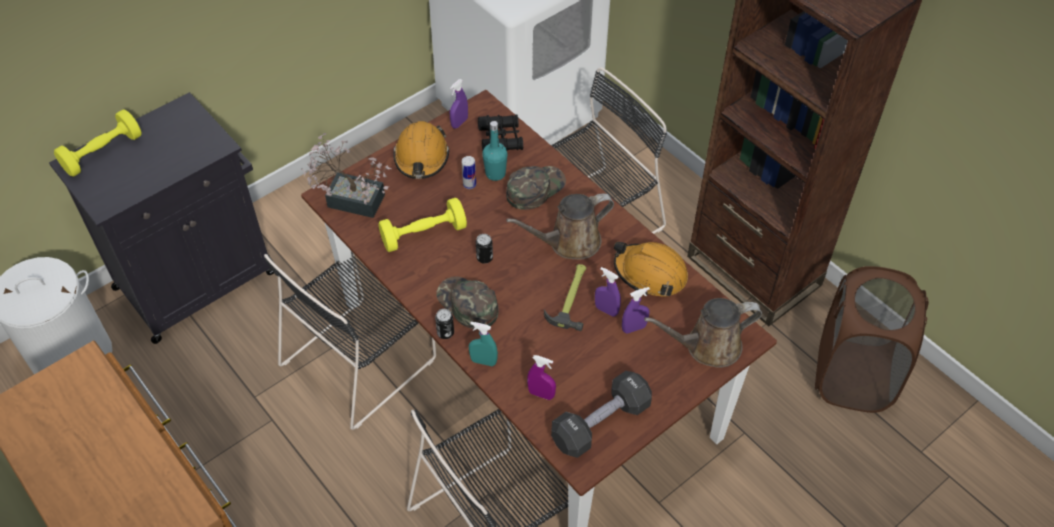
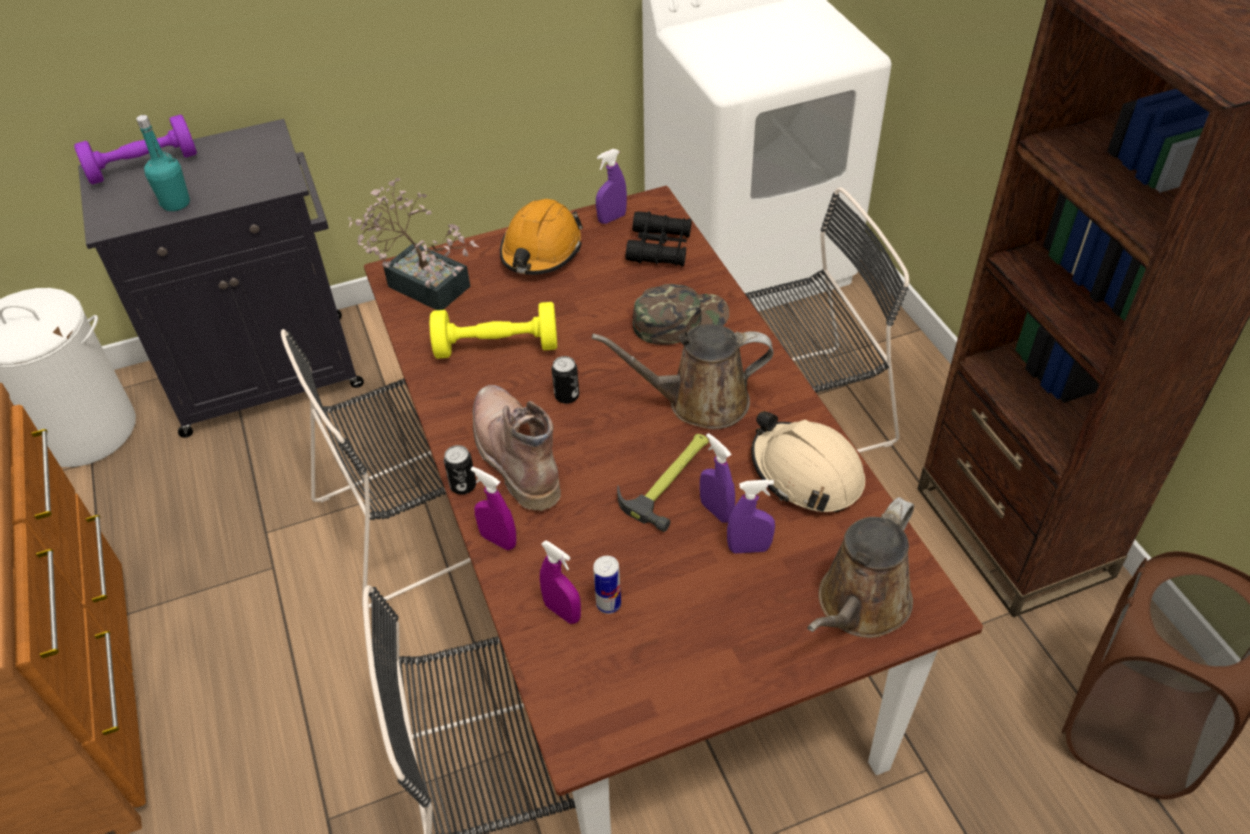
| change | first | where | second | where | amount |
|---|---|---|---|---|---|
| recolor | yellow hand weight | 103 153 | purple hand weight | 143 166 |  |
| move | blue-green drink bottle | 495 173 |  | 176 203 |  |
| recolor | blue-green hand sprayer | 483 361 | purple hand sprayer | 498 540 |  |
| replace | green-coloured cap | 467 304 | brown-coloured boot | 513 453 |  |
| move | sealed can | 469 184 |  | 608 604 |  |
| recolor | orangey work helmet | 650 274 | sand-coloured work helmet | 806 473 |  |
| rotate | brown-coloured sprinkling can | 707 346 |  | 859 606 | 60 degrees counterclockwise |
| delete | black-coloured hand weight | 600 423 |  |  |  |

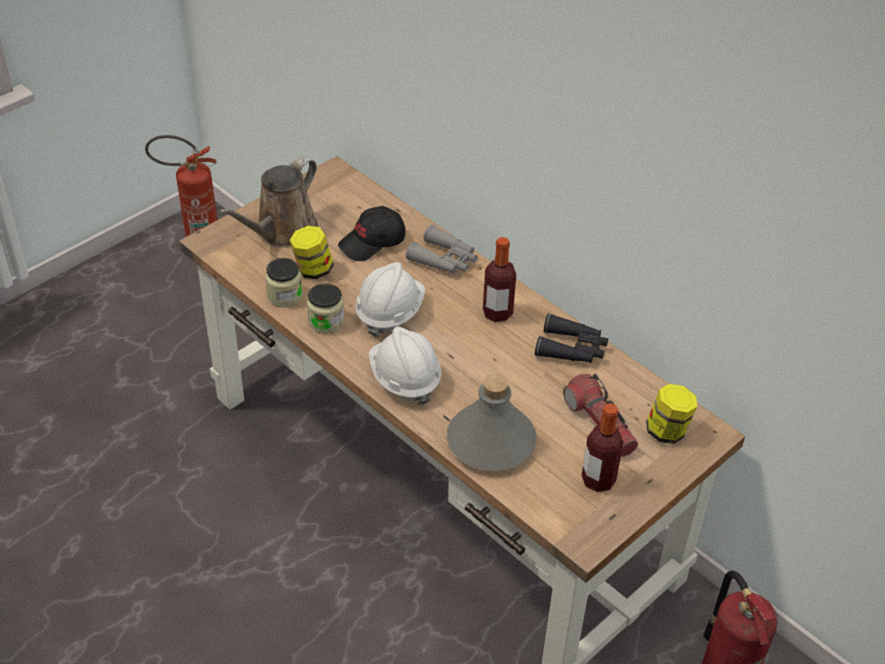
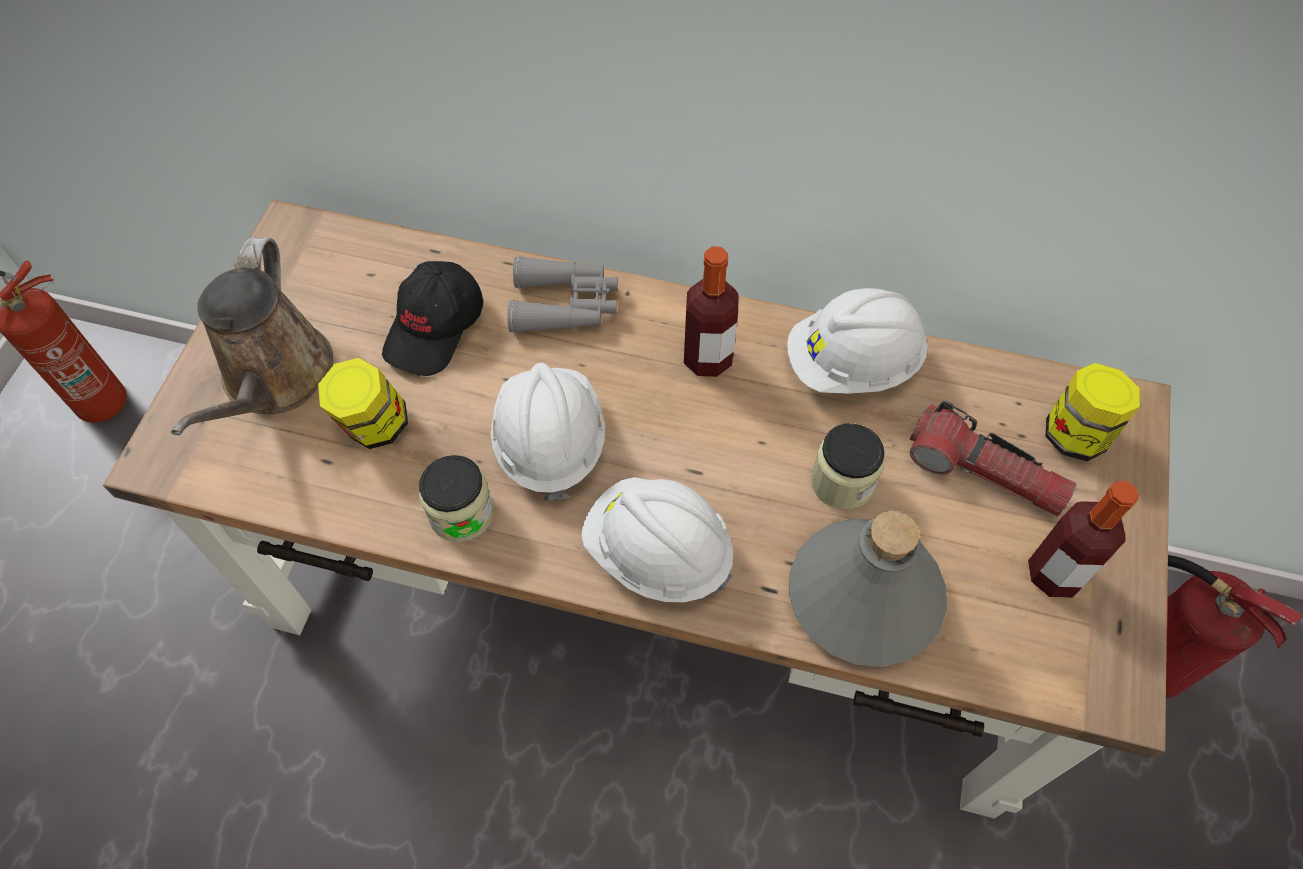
| change | first | where | second | where | amount |
|---|---|---|---|---|---|
| replace | black-coloured field glasses | 572 348 | whitish work helmet | 852 365 |  |
| move | preserve jar | 284 296 |  | 842 482 |  |

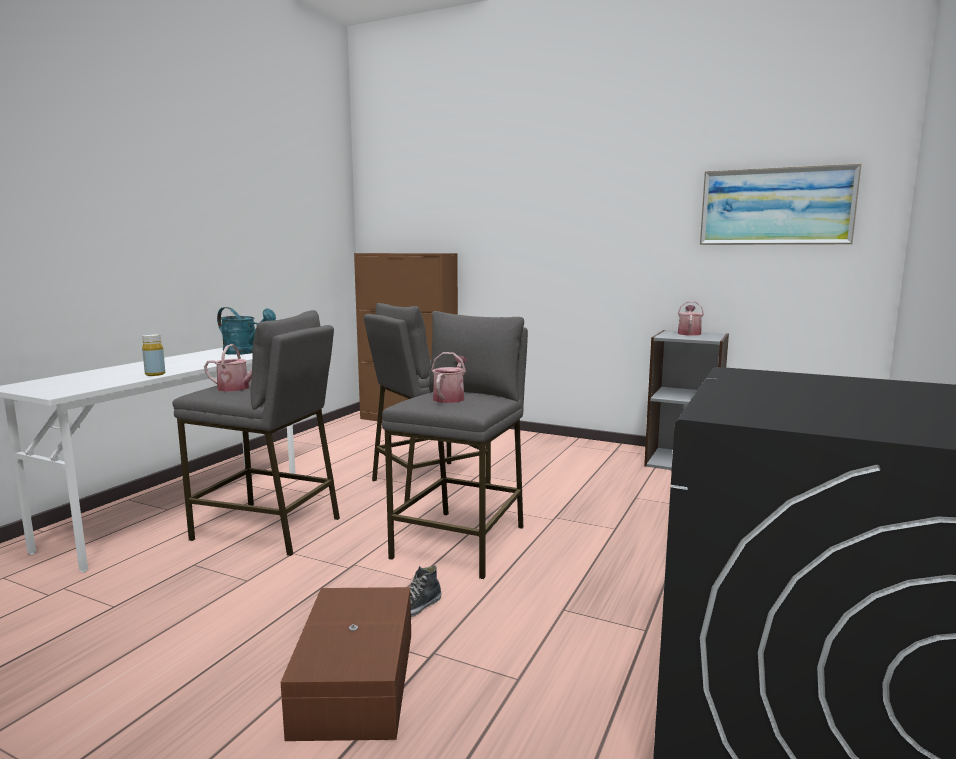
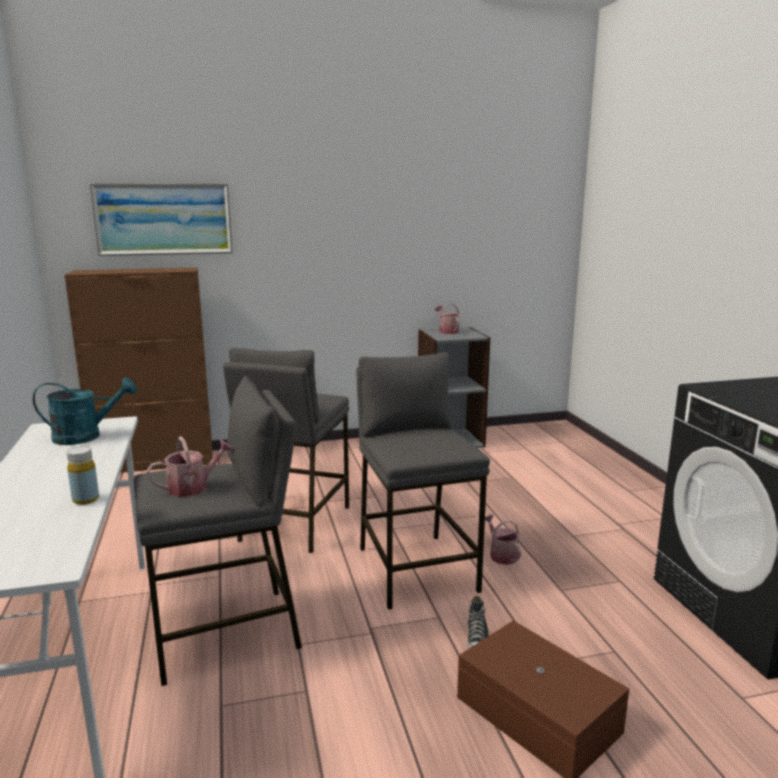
| change | first | where | second | where | amount |
|---|---|---|---|---|---|
| move | picture | 776 206 |  | 164 219 |  |
| move | sprinkling can | 450 398 |  | 501 555 |  |

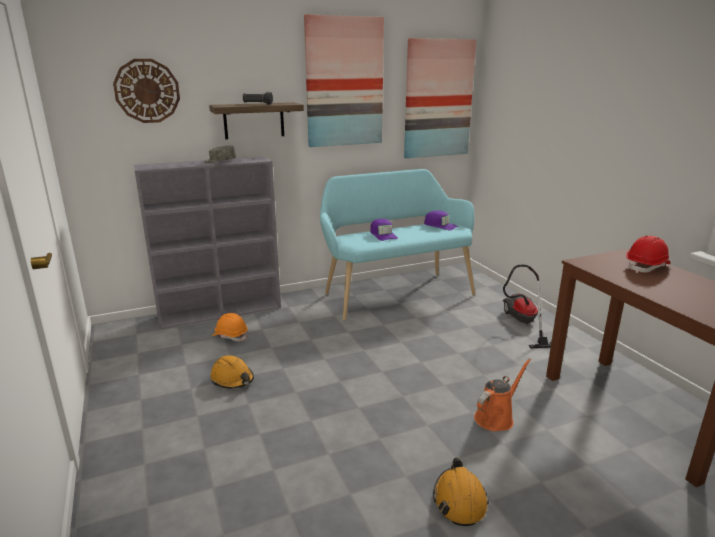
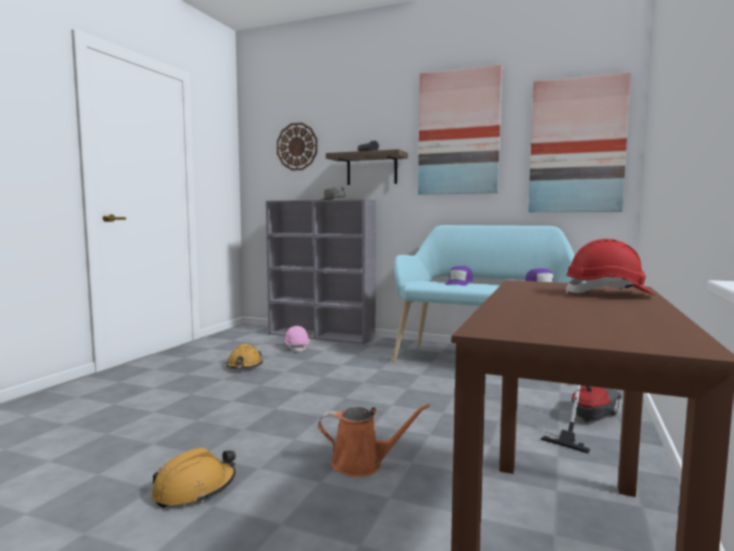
| change | first | where | second | where | amount |
|---|---|---|---|---|---|
| recolor | orangey work helmet | 230 336 | pink-coloured work helmet | 296 347 |  |

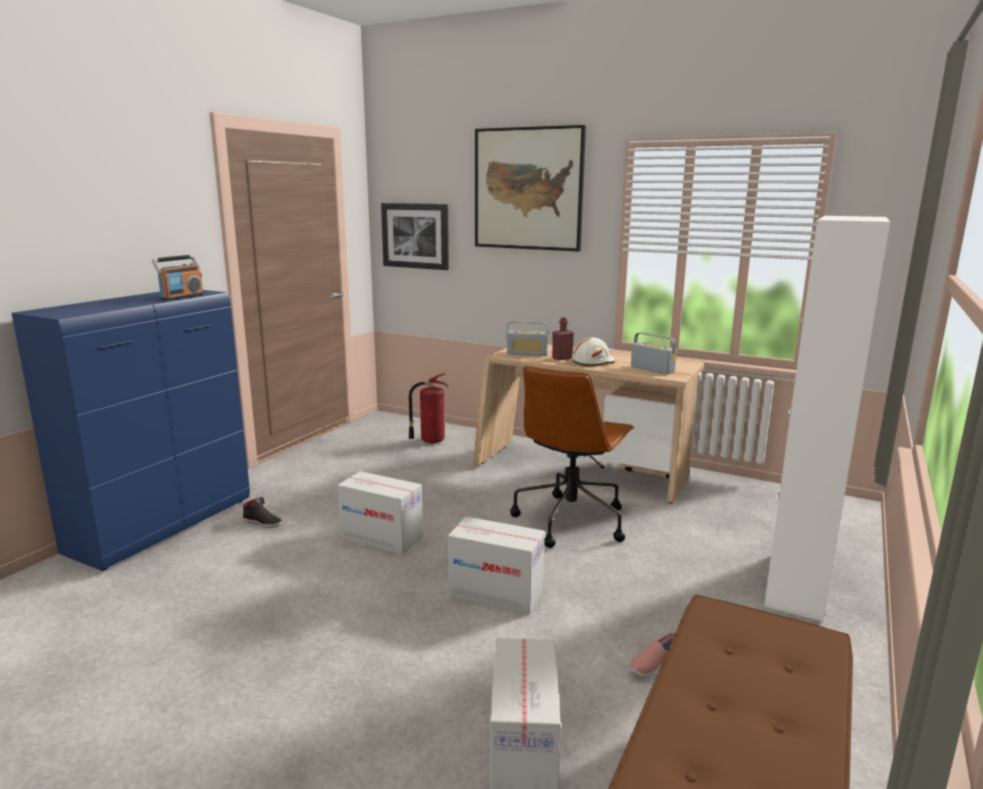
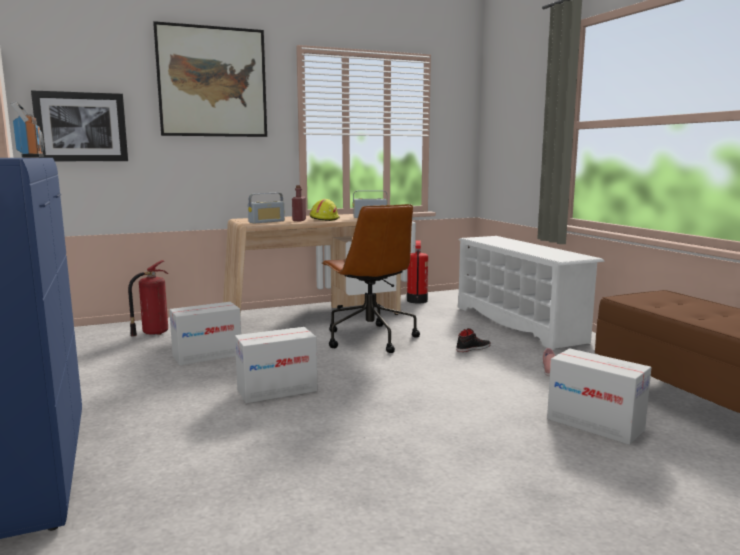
| change | first | where | second | where | amount |
|---|---|---|---|---|---|
| move | cardboard box | 495 593 |  | 207 355 |  |
| recolor | whitish work helmet | 592 362 | yellow work helmet | 324 219 |  |
| insert |  |  | fire-fighting cylinder | 417 300 |  |
| move | black-coloured shoe | 263 522 |  | 473 348 |  |
| replace | whitish cupboard | 798 584 | whitish shoe rack | 520 324 |  |

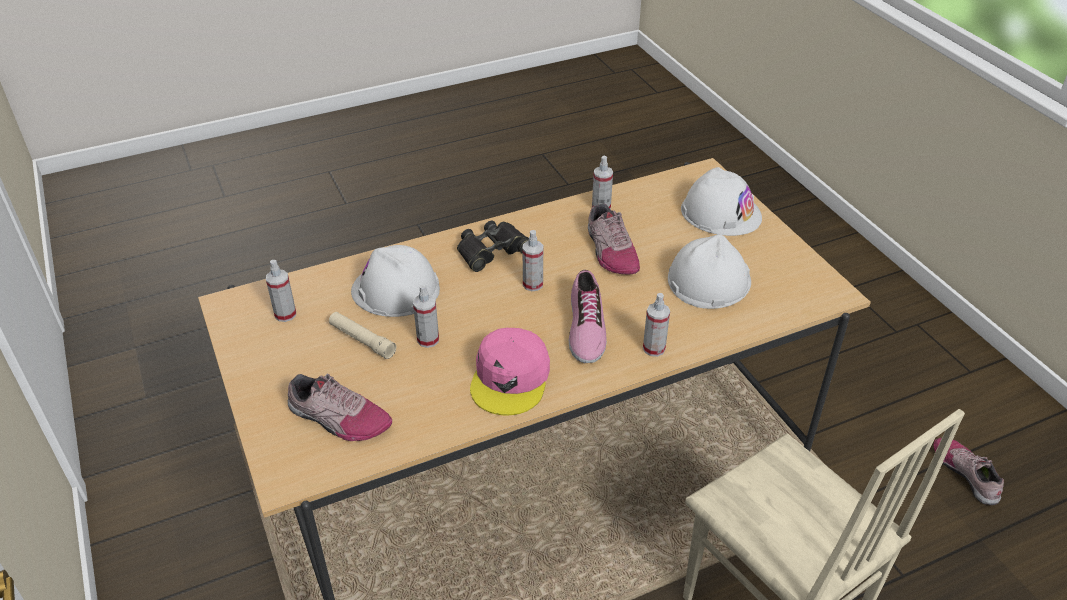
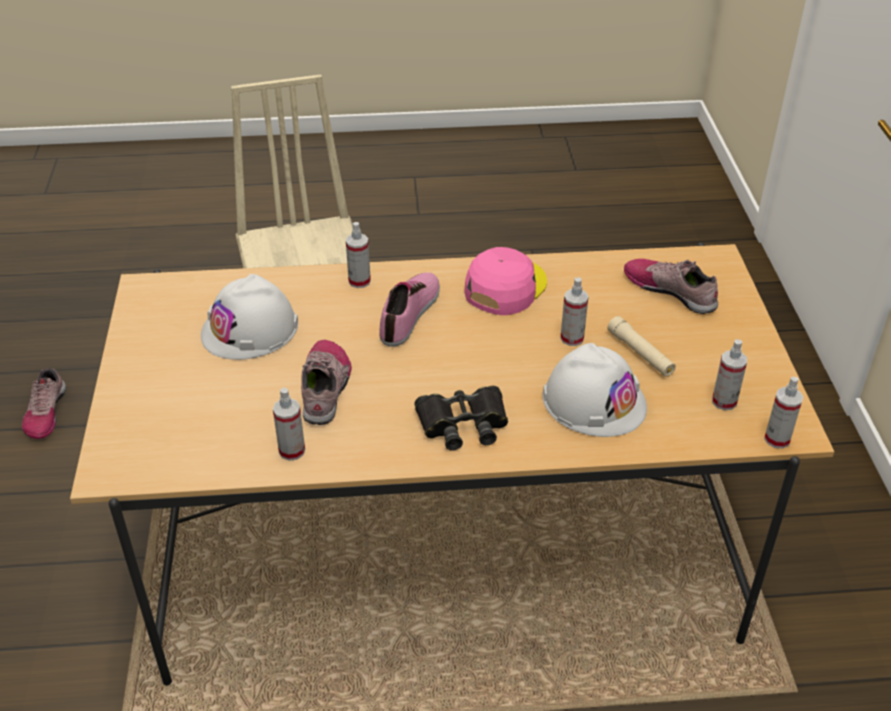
| change | first | where | second | where | amount |
|---|---|---|---|---|---|
| move | hand sprayer | 533 284 |  | 777 439 |  |
| delete | whitish work helmet | 720 213 |  |  |  |

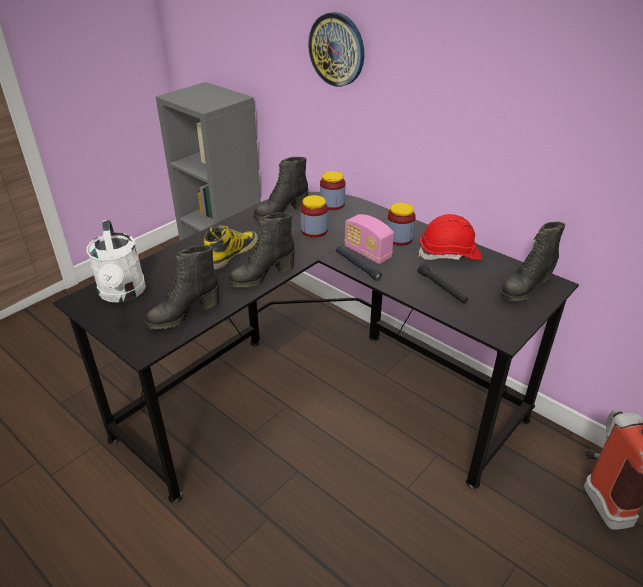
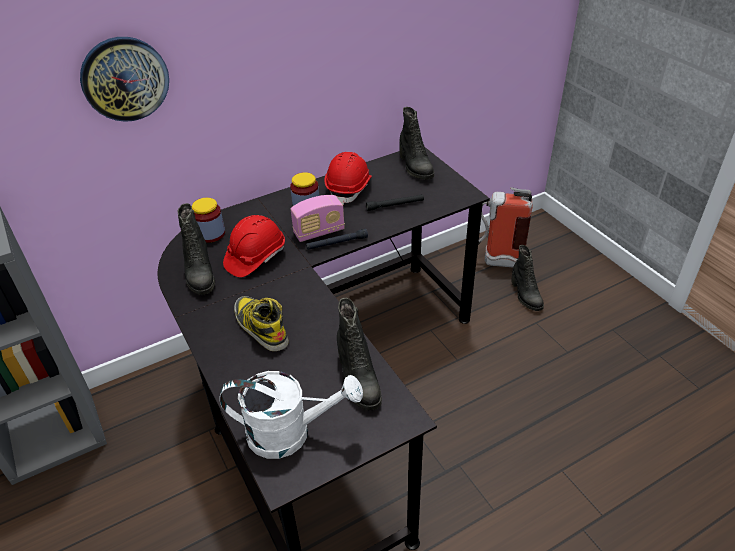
| change | first | where | second | where | amount |
|---|---|---|---|---|---|
| replace | preserve jar | 314 230 | red work helmet | 255 257 |  |
| move | black-coloured boot | 261 276 |  | 525 295 |  |

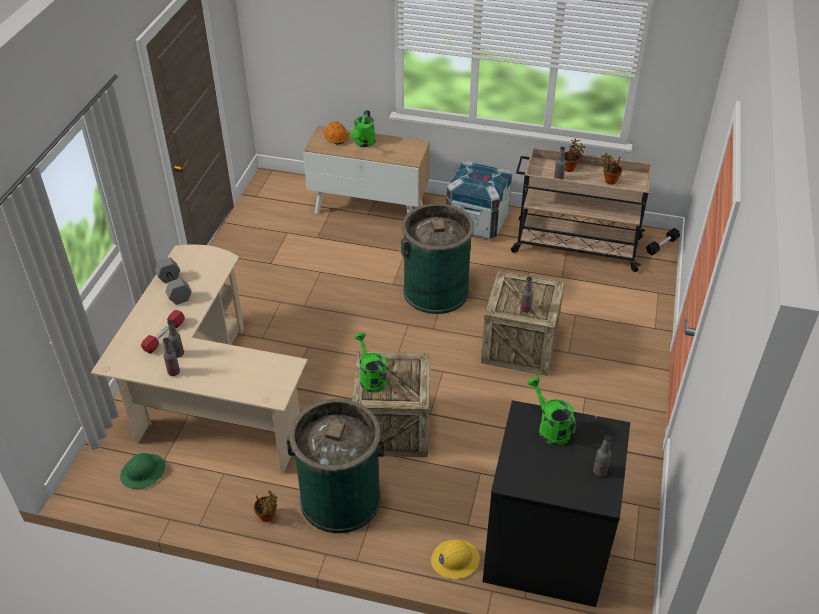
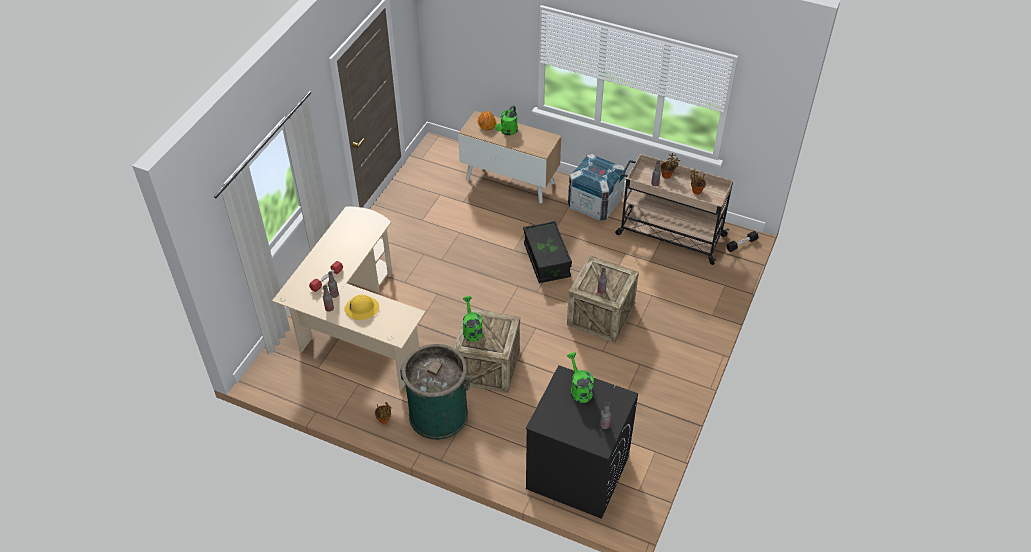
| change | first | where | second | where | amount |
|---|---|---|---|---|---|
| move | yellow work helmet | 455 560 |  | 362 308 |  |
| replace | green-coloured waste bin | 436 291 | black-coloured storage bin | 546 260 |  |
| delete | green-coloured work helmet | 143 472 |  |  |  |
| delete | gray hand weight | 175 288 |  |  |  |

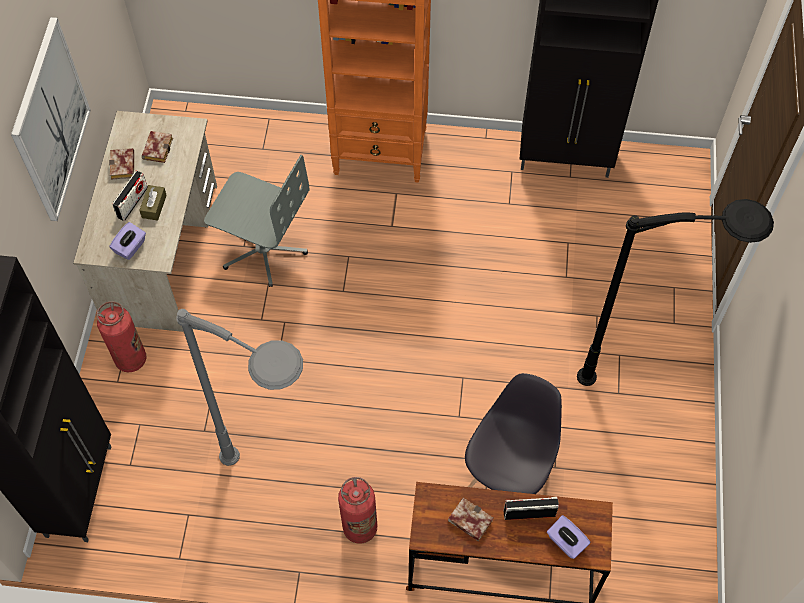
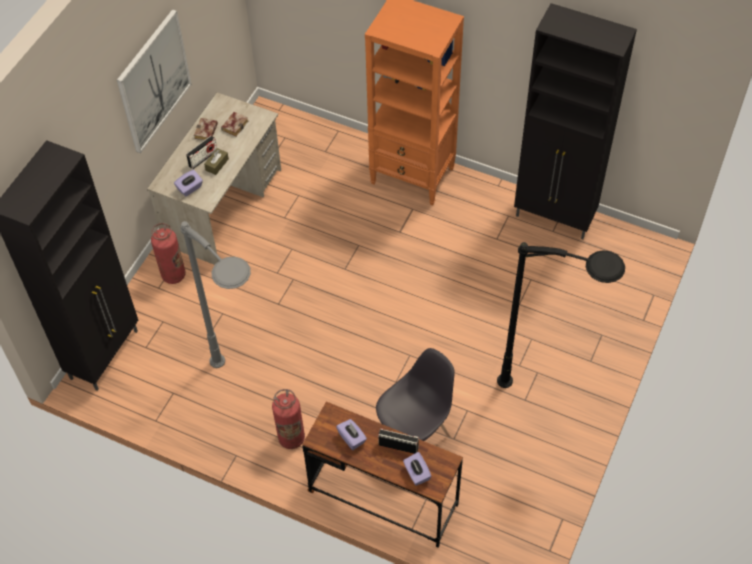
| change | first | where | second | where | amount |
|---|---|---|---|---|---|
| replace | book | 468 521 | purple tissue box | 352 438 |  |
| delete | gray office chair | 263 249 |  |  |  |

